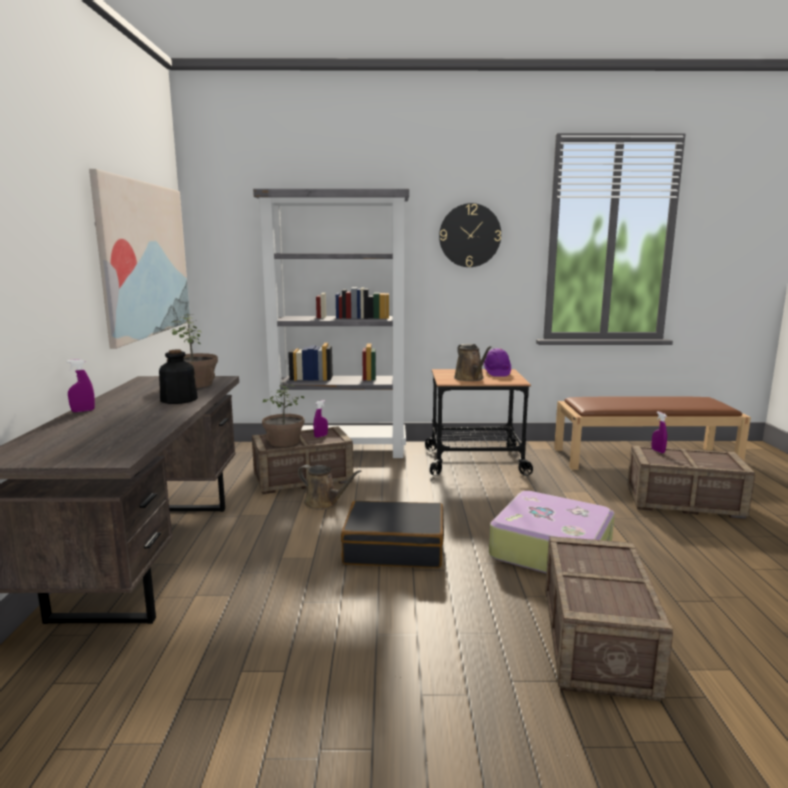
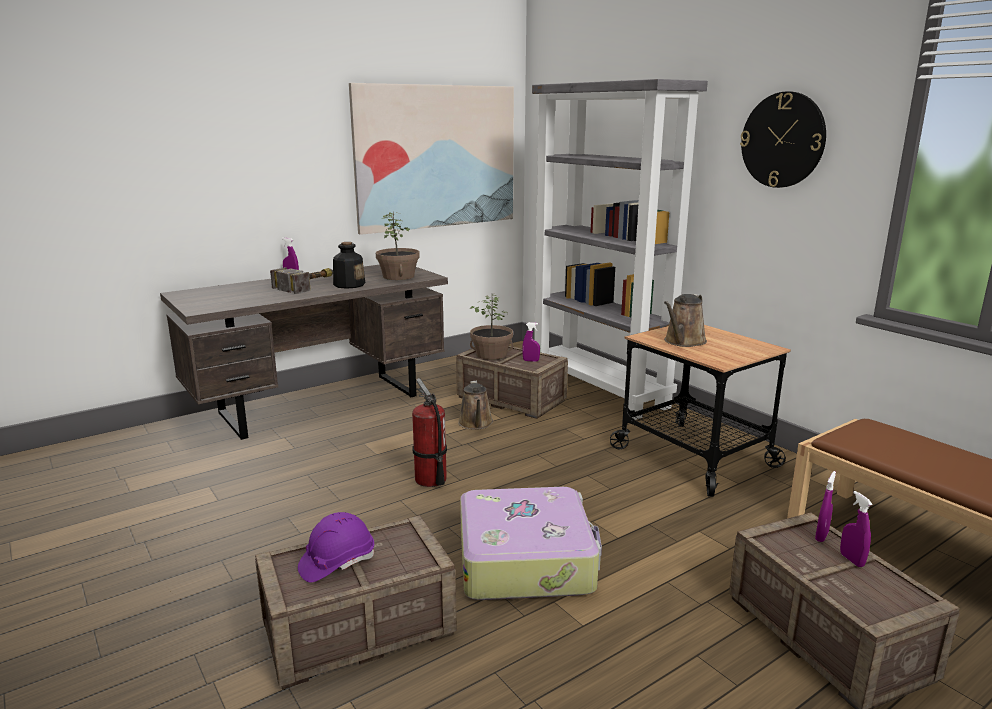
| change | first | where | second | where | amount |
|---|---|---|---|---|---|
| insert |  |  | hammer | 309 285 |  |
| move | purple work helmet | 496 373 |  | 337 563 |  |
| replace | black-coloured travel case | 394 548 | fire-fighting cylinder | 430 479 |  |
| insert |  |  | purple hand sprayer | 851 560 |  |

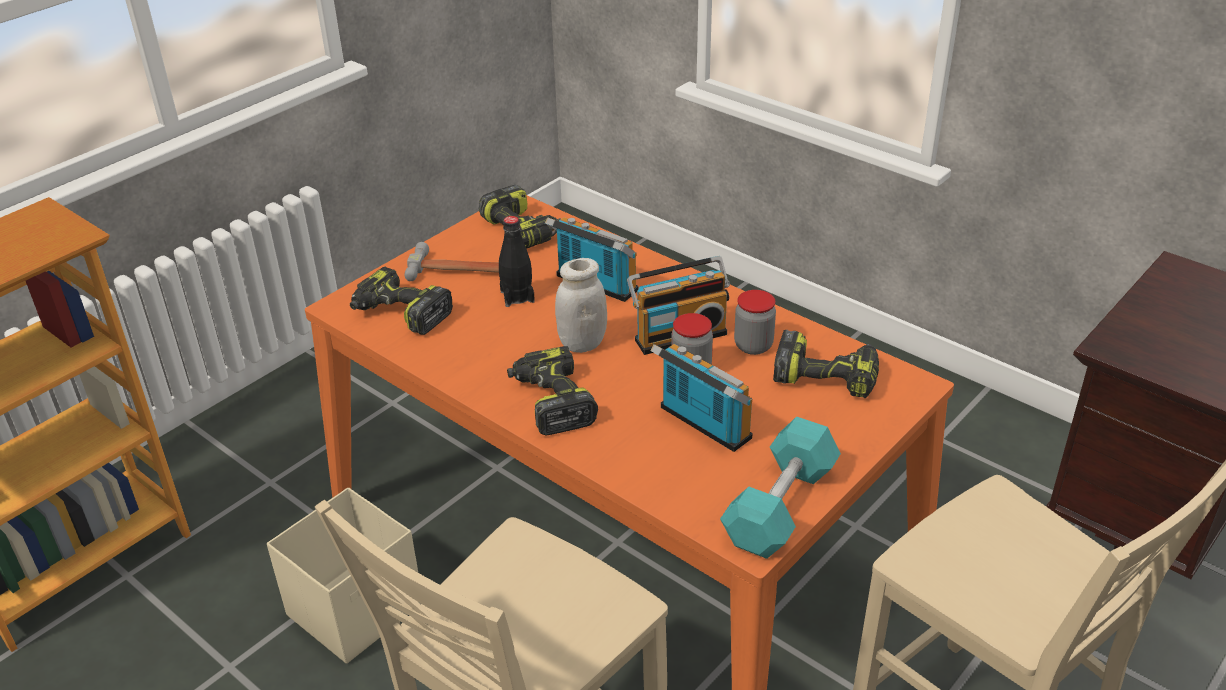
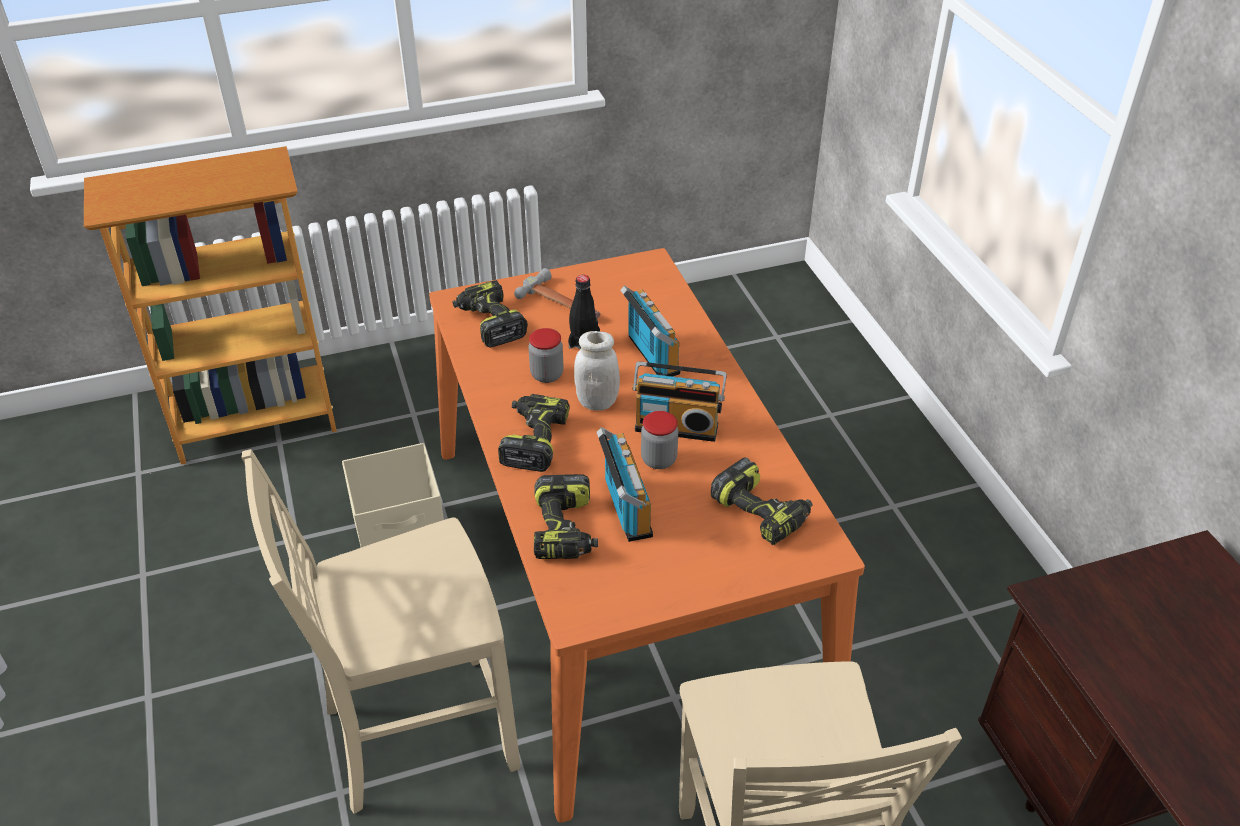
| change | first | where | second | where | amount |
|---|---|---|---|---|---|
| move | preserve jar | 753 345 |  | 547 375 |  |
| move | drill | 523 230 |  | 566 530 |  |
| delete | blue-green hand weight | 780 506 |  |  |  |

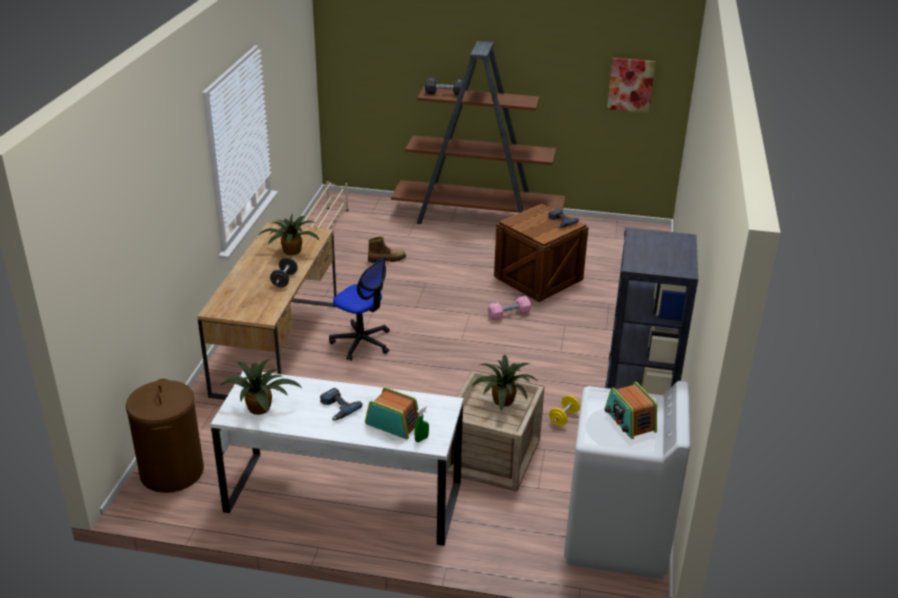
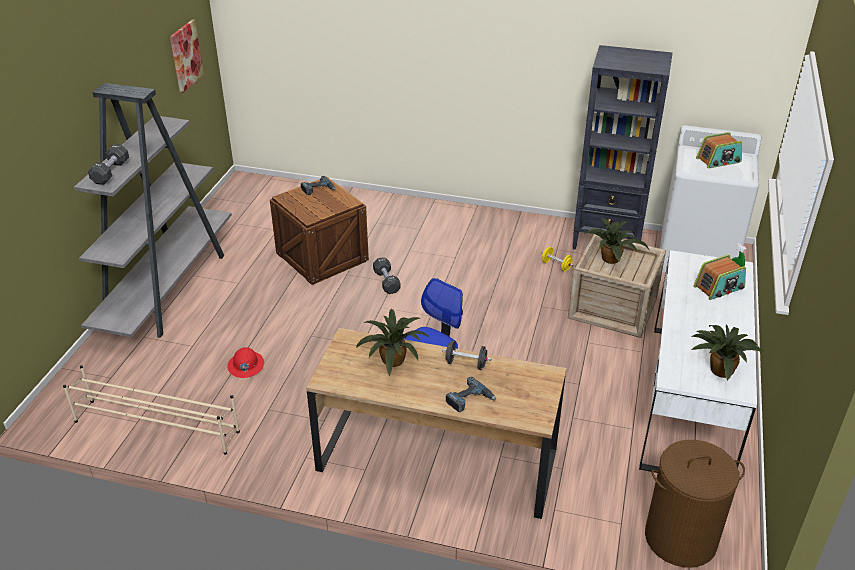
| change | first | where | second | where | amount |
|---|---|---|---|---|---|
| recolor | brown-coloured bookshelf | 478 218 | gray bookshelf | 167 288 |  |
| replace | boot | 386 259 | red work helmet | 245 365 |  |
| recolor | pink-coloured hand weight | 509 314 | black-coloured hand weight | 386 282 |  |
| move | drill | 337 408 |  | 470 400 |  |
| rotate | radio | 393 424 |  | 719 288 | 150 degrees counterclockwise |

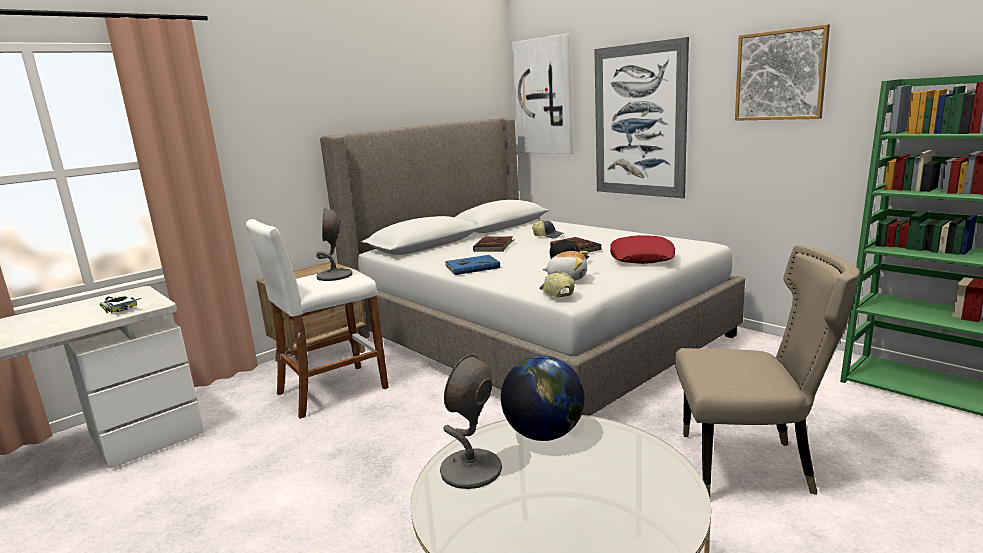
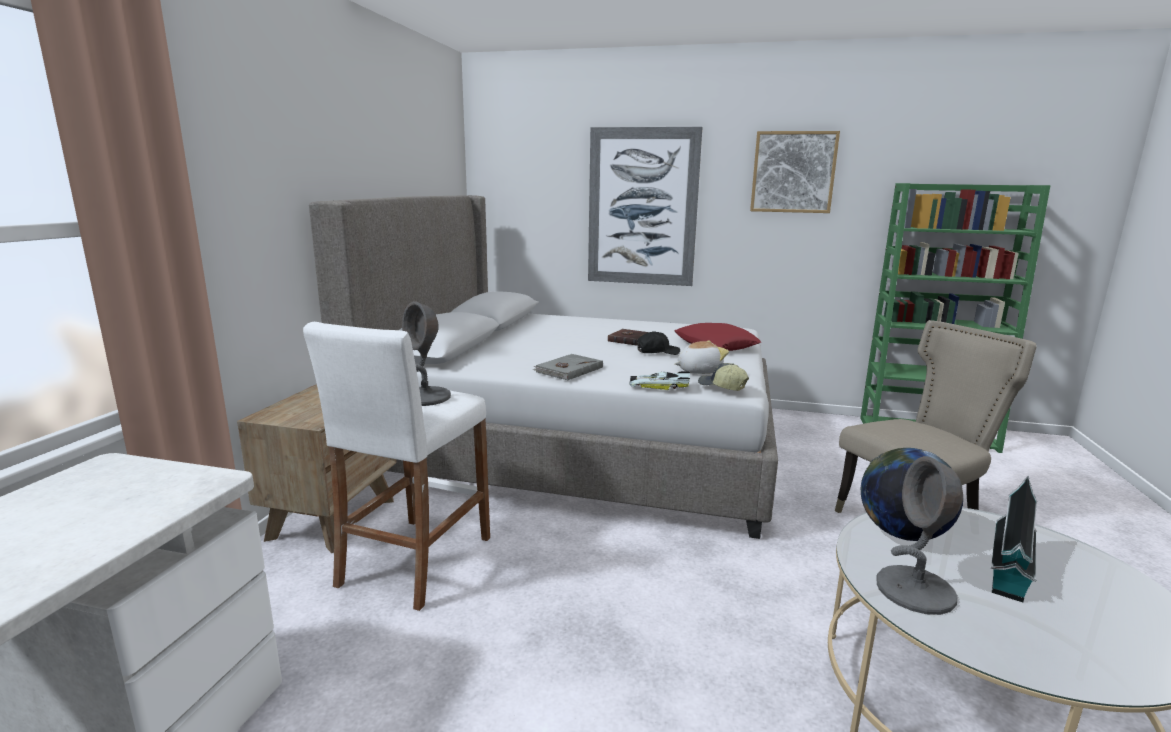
| change | first | where | second | where | amount |
|---|---|---|---|---|---|
| recolor | bluish book | 472 267 | gray book | 568 370 |  |
| move | toy car | 118 307 |  | 659 385 |  |
| insert |  |  | model house | 1008 574 |  |
| delete | brown-coloured book | 494 246 |  |  |  |
| delete | picture | 544 96 |  |  |  |
| delete | cap | 548 236 |  |  |  |

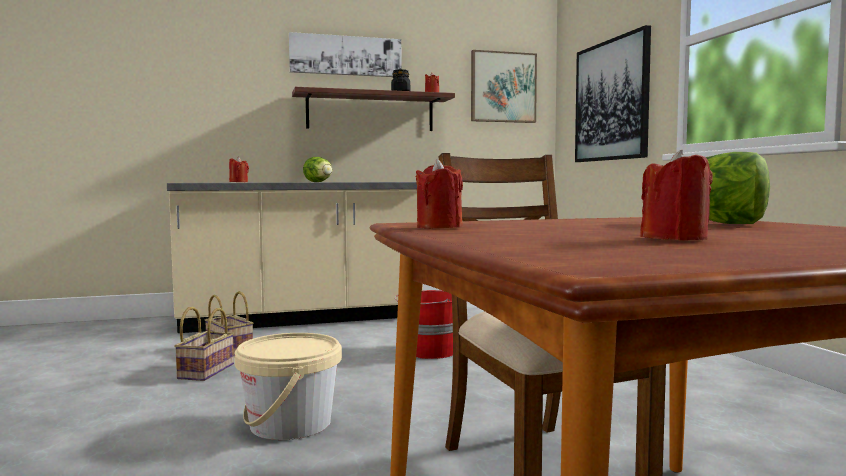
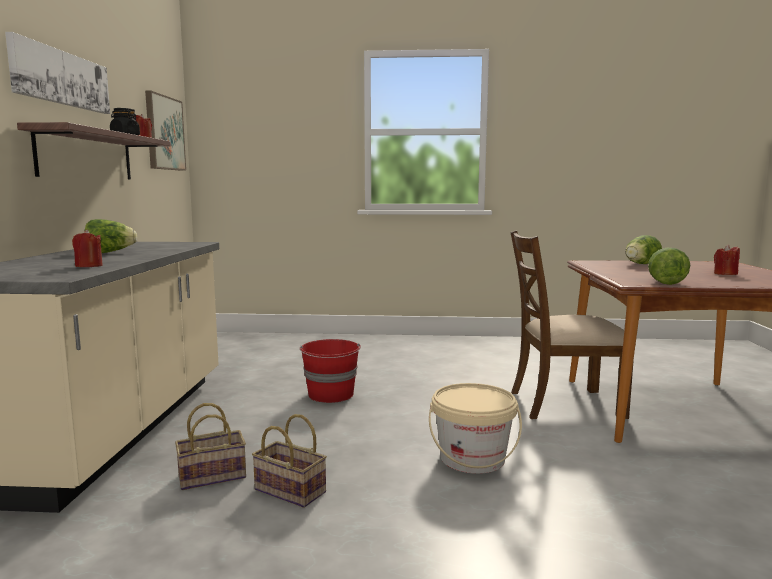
| change | first | where | second | where | amount |
|---|---|---|---|---|---|
| replace | red candle | 439 227 | lettuce | 664 282 |  |
| delete | picture | 611 100 |  |  |  |

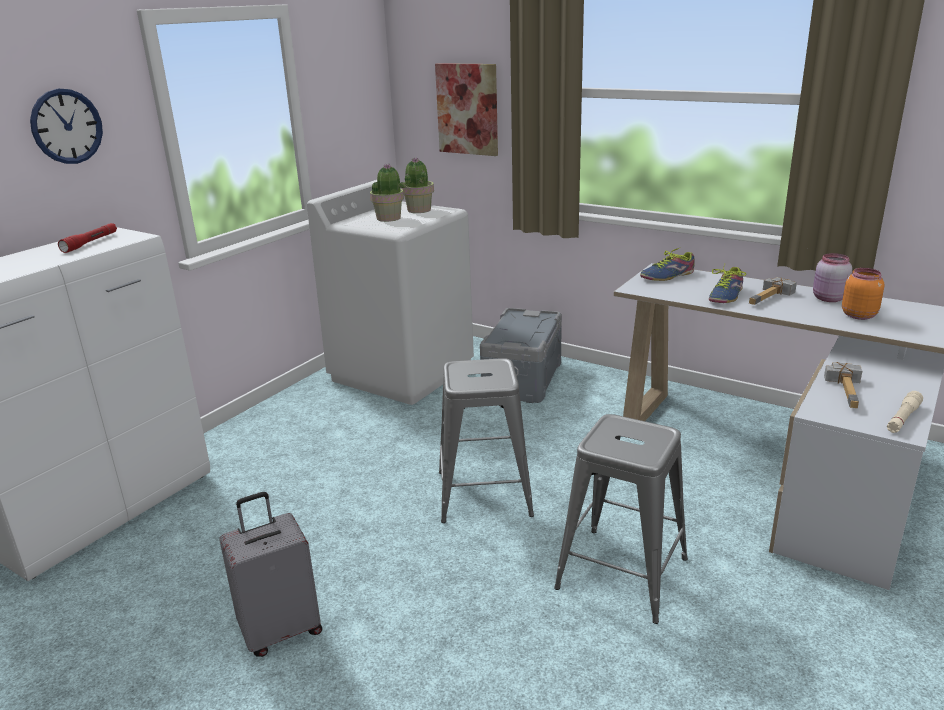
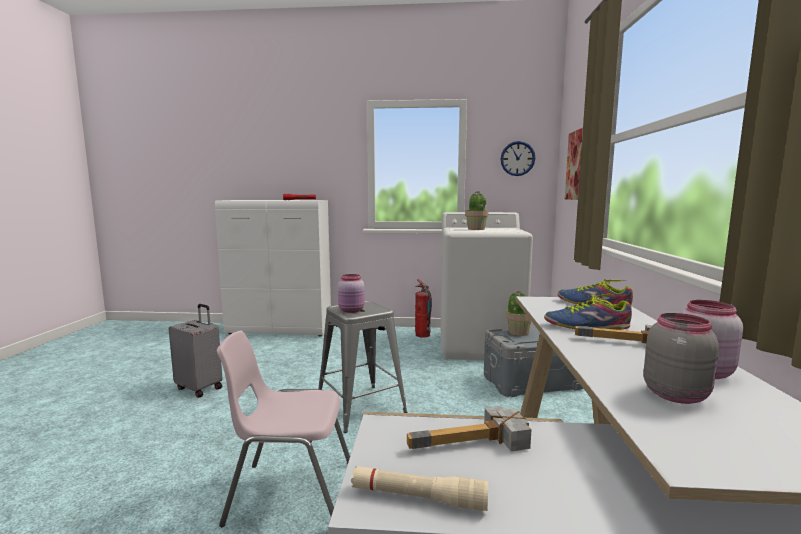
| change | first | where | second | where | amount |
|---|---|---|---|---|---|
| replace | gray sitting stool | 622 573 | pink-coloured chair | 290 493 |  |
| insert |  |  | pink-coloured preserve jar | 352 310 |  |
| insert |  |  | fire-fighting cylinder | 422 335 |  |
| move | hanging clock | 67 126 |  | 517 158 |  |
| move | plant in a pot | 419 210 |  | 518 332 |  |
| recolor | orangey preserve jar | 858 315 | gray preserve jar | 676 394 |  |

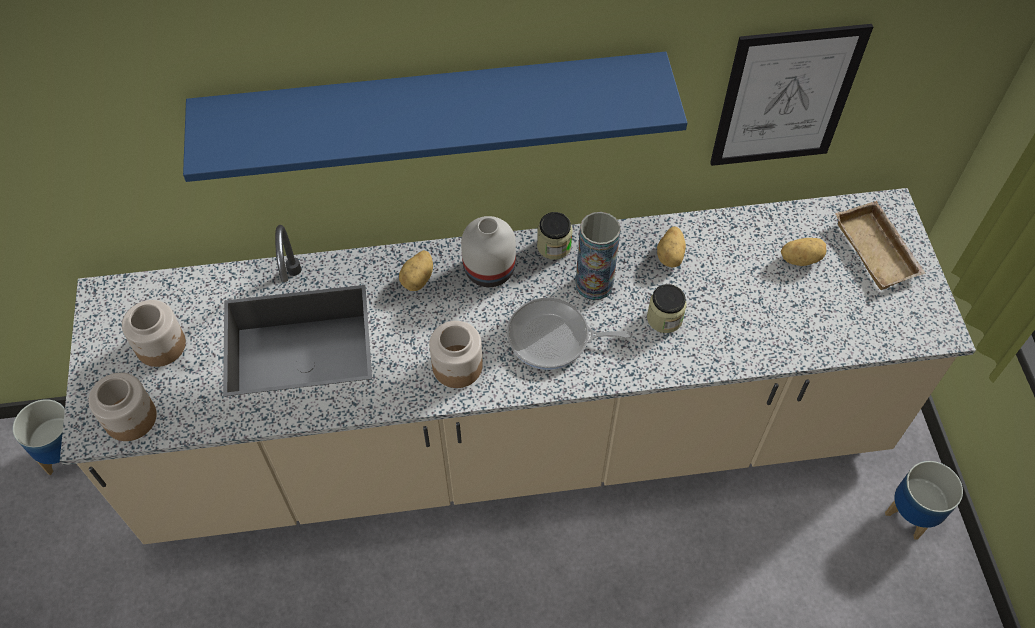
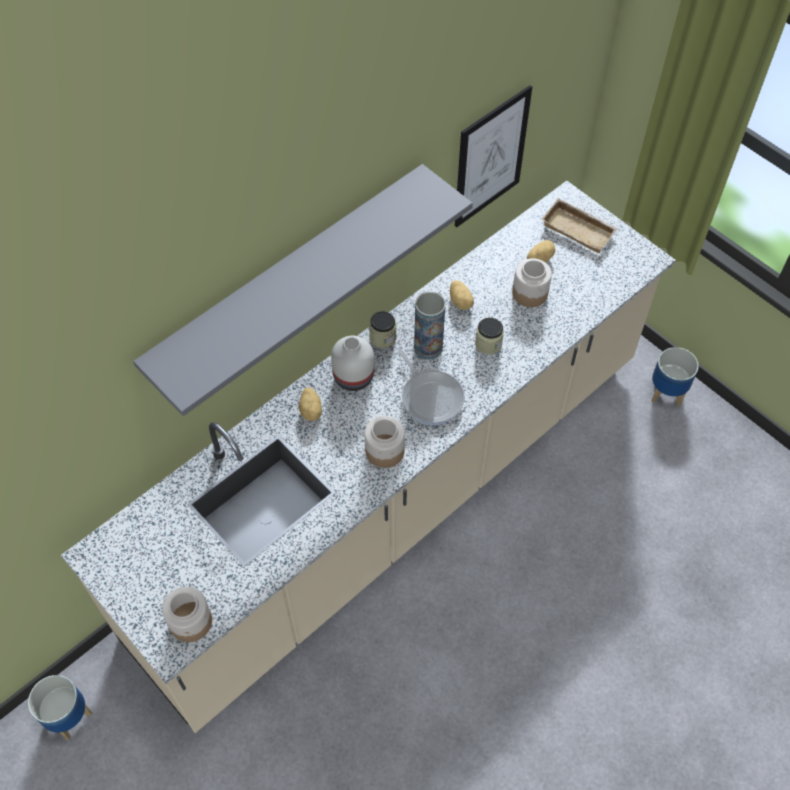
| change | first | where | second | where | amount |
|---|---|---|---|---|---|
| recolor | bluish shelf | 433 104 | gray shelf | 289 277 |  |
| rotate | skillet | 553 338 |  | 431 397 | 90 degrees counterclockwise |
| move | preserve jar | 161 345 |  | 530 293 |  |

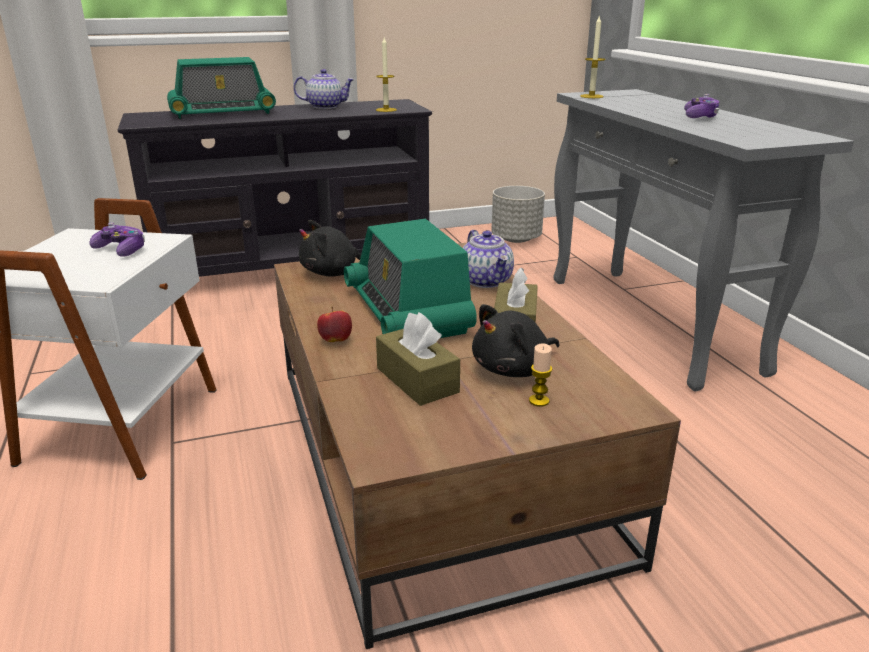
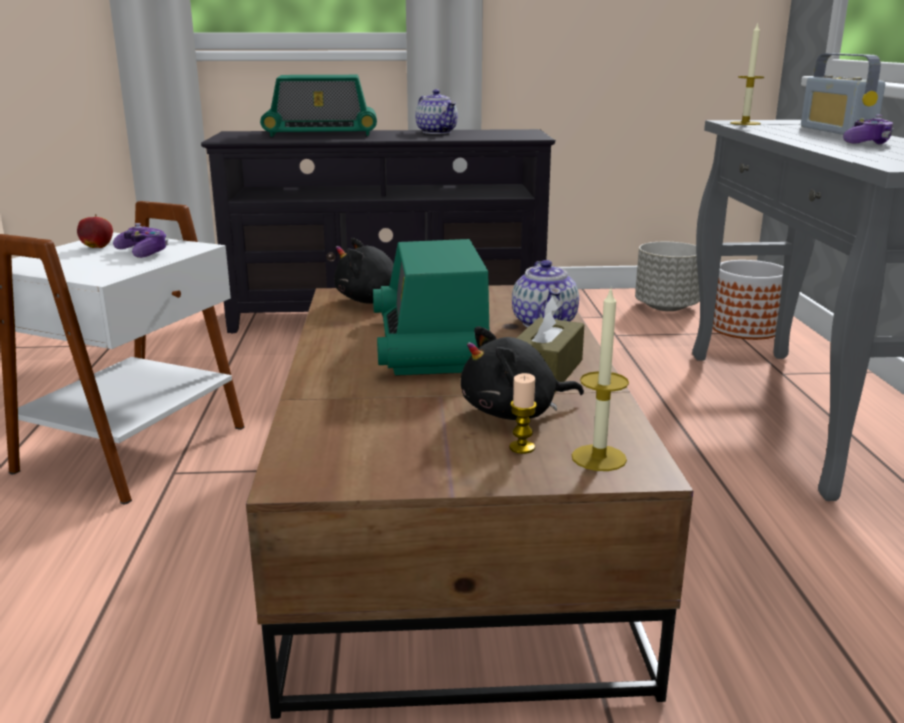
| change | first | where | second | where | amount |
|---|---|---|---|---|---|
| move | apple | 335 341 |  | 97 247 |  |
| rotate | pot for tea | 326 106 |  | 437 132 | 45 degrees clockwise |
| move | candle | 386 110 |  | 599 458 |  |
| insert |  |  | plant pot | 745 329 |  |
| insert |  |  | radio | 836 131 |  |
| delete | brown-coloured tissue box | 417 380 |  |  |  |

